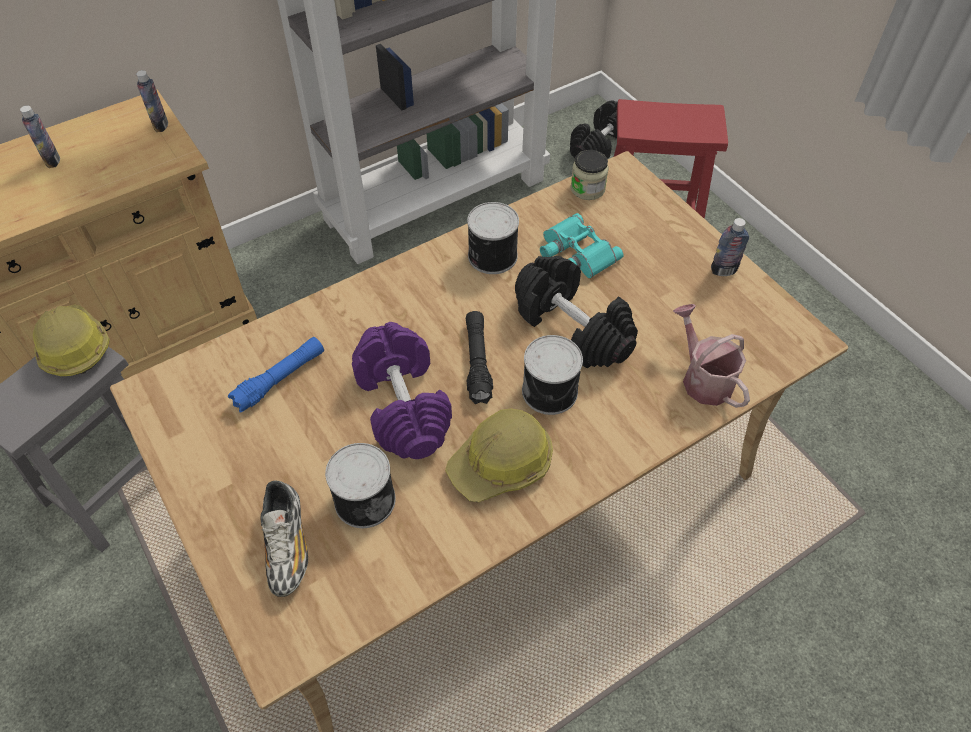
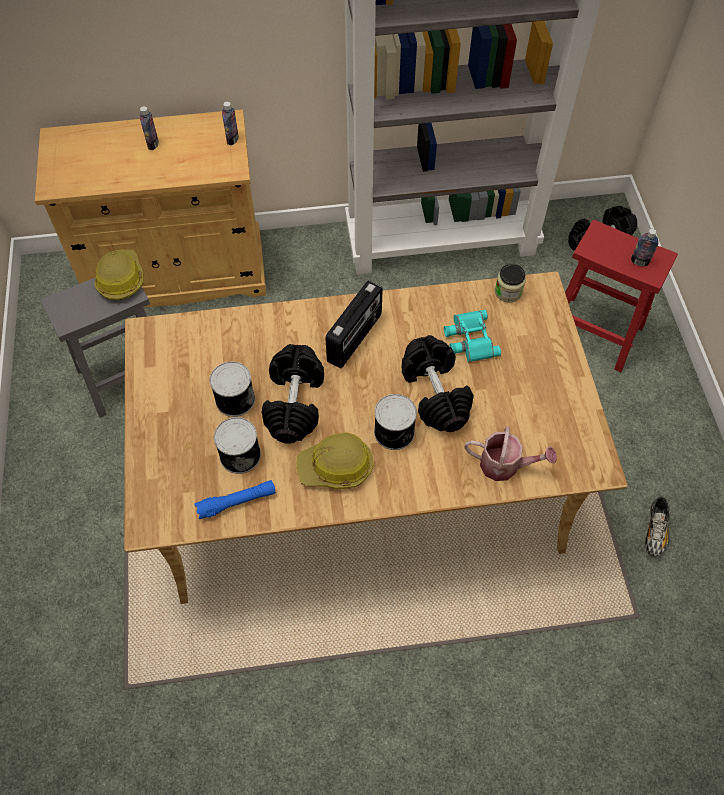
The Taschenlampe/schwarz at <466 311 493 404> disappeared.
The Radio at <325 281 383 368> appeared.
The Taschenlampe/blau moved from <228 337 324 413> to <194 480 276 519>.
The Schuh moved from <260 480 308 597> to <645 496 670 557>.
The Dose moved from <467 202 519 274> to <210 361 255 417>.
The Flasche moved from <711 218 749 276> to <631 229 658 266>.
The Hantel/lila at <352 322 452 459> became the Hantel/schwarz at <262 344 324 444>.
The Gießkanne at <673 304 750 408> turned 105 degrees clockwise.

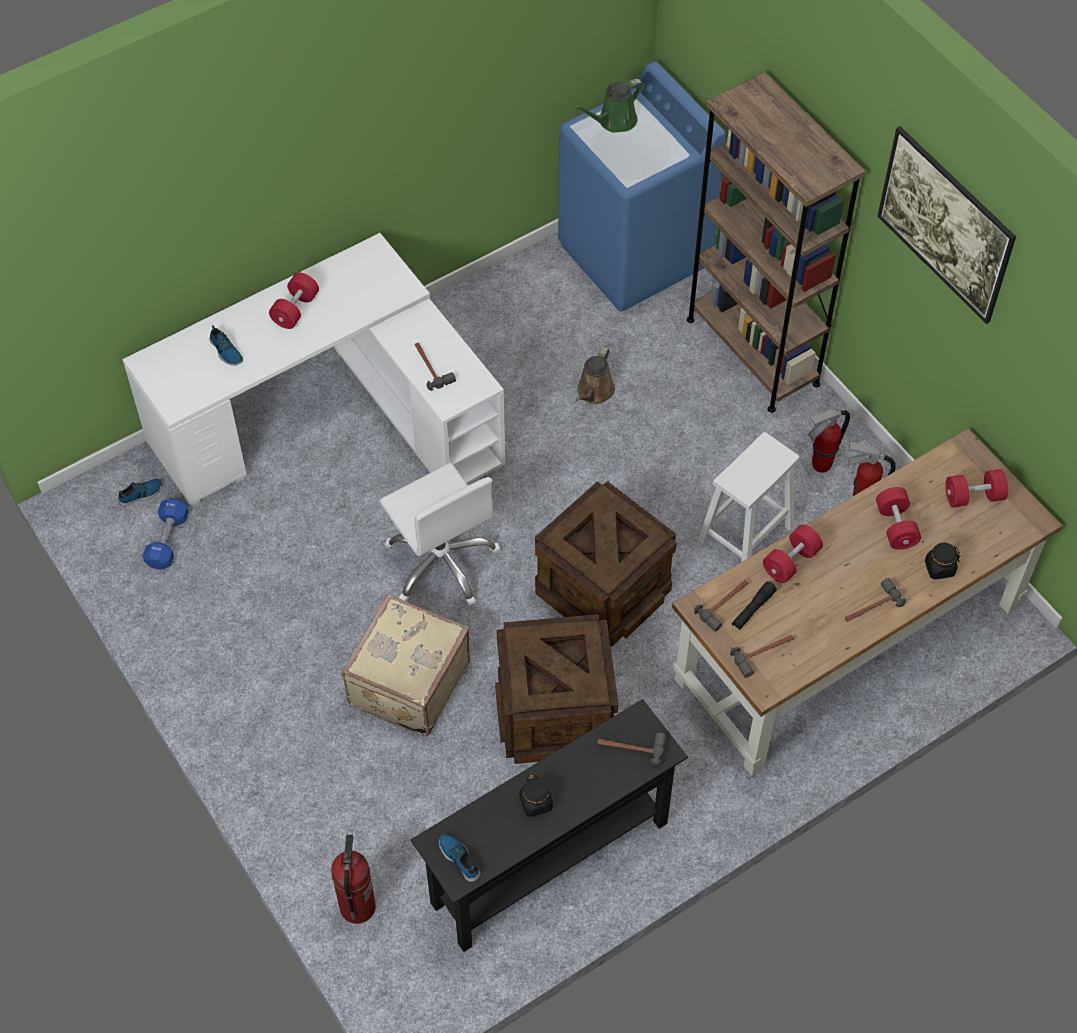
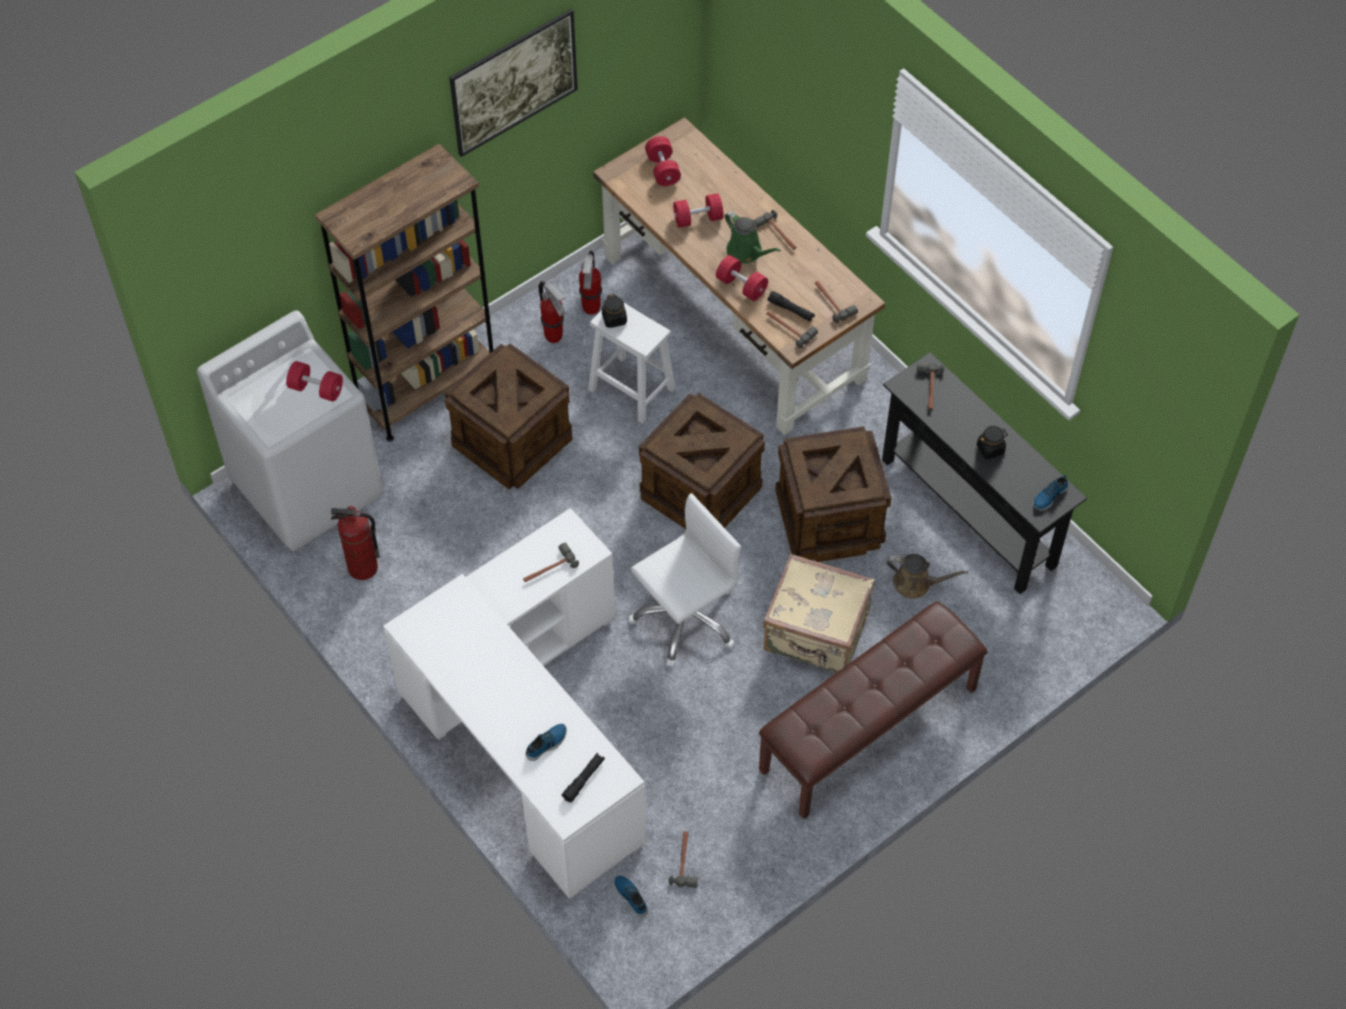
The Kiste at <445 344 572 489> appeared.
The Taschenlampe/schwarz at <562 753 605 803> appeared.
The Bank/braun at <759 601 988 819> appeared.
The Hantel/rot moved from <269 273 319 329> to <286 361 343 402>.
The Feuerlöscher moved from <331 834 376 924> to <331 506 380 580>.
The Gießkanne/grün moved from <574 79 644 133> to <724 211 781 264>.
The Gießkanne/braun moved from <576 347 615 404> to <886 554 968 599>.
The Vorratsglas/schwarz moved from <925 542 960 579> to <602 294 627 328>.
The Hantel/blau at <143 498 189 570> was replaced by the Hammer at <669 832 698 887>.
The Waschmaschine/blau at <558 62 725 312> became the Waschmaschine/weiß at <197 311 383 551>.

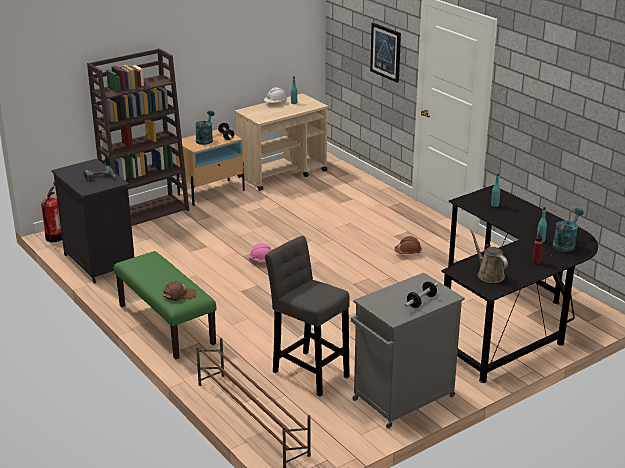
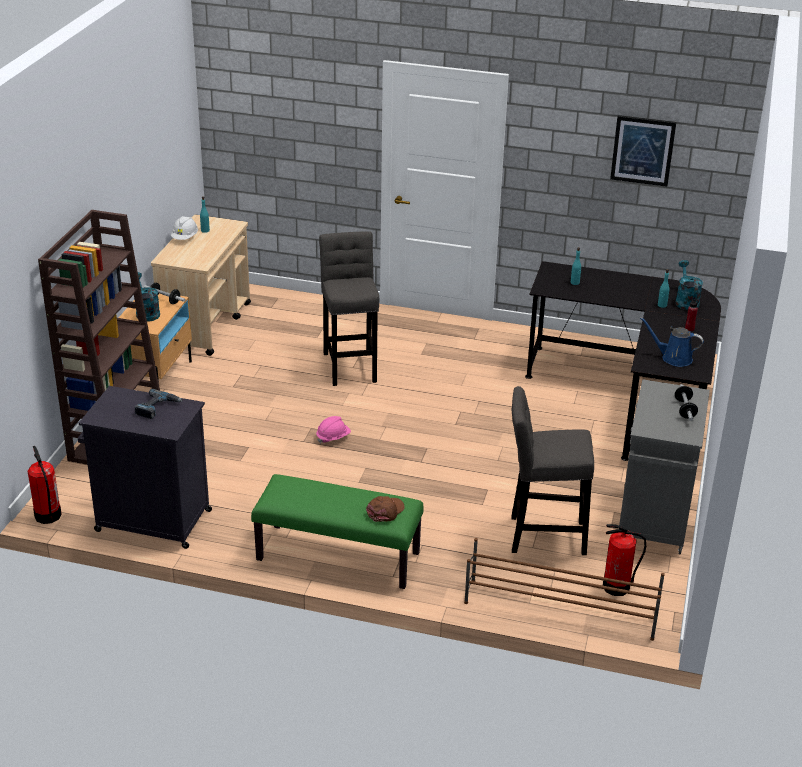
The Schutzhelm/braun at <394 236 422 254> disappeared.
The Hocker/grau at <319 232 379 386> appeared.
The Feuerlöscher at <603 524 646 596> appeared.
The Bild moved from <370 23 401 83> to <610 115 676 187>.
The Gießkanne/braun at <470 229 508 283> became the Gießkanne/blau at <640 317 704 367>.

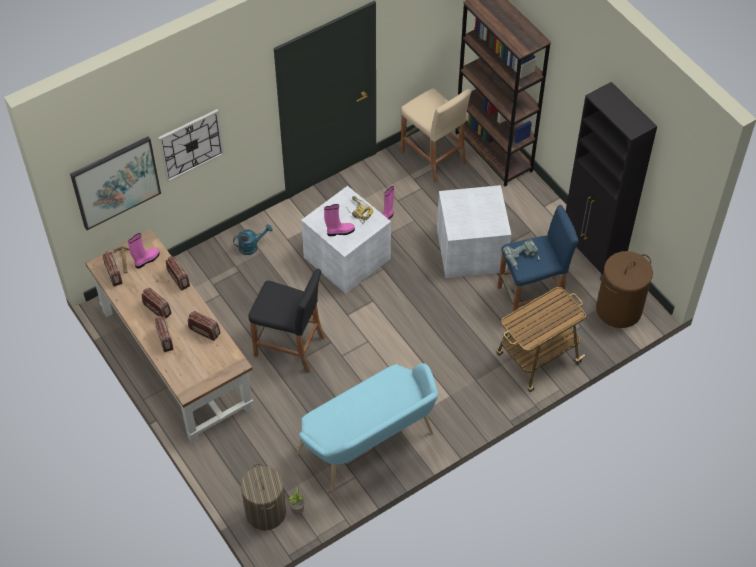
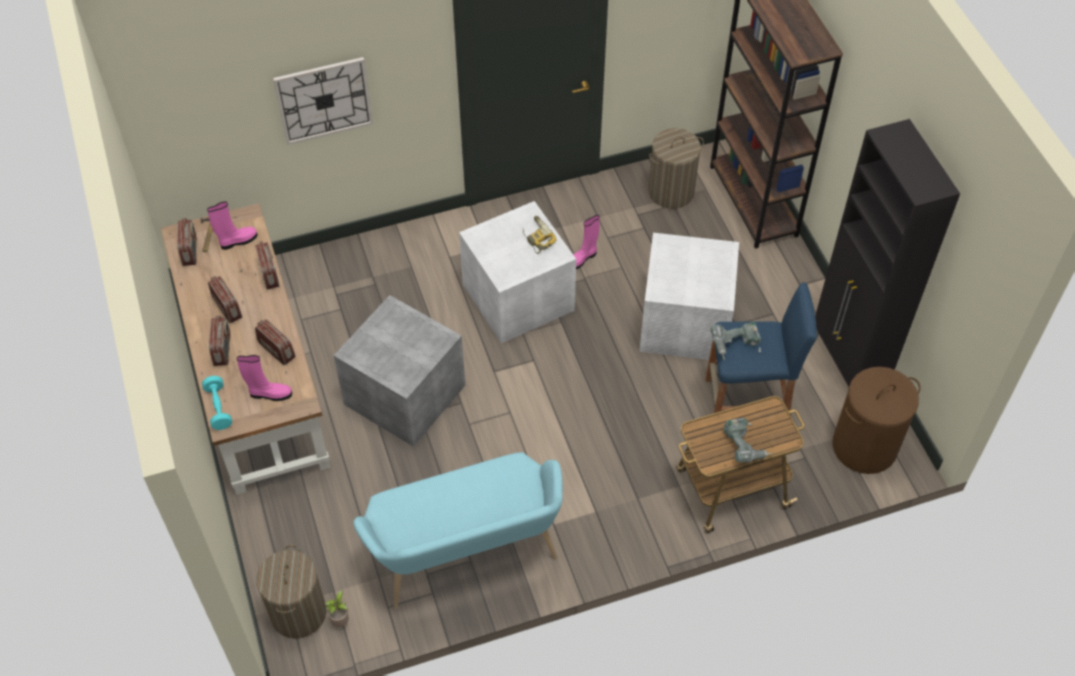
The Bild at <70 137 161 230> disappeared.
The Gießkanne/türkis at <233 224 272 255> disappeared.
The Hantel/türkis at <202 376 232 430> appeared.
The Bohrmaschine at <723 418 773 463> appeared.
The Stiefel/rosa moved from <324 204 355 236> to <237 355 292 401>.
The Hocker/schwarz at <248 269 325 372> was replaced by the Aufbewahrungsbox/grau at <334 295 465 447>.
The Hocker/beige at <401 88 472 183> was replaced by the Wäschekorb at <648 128 704 209>.

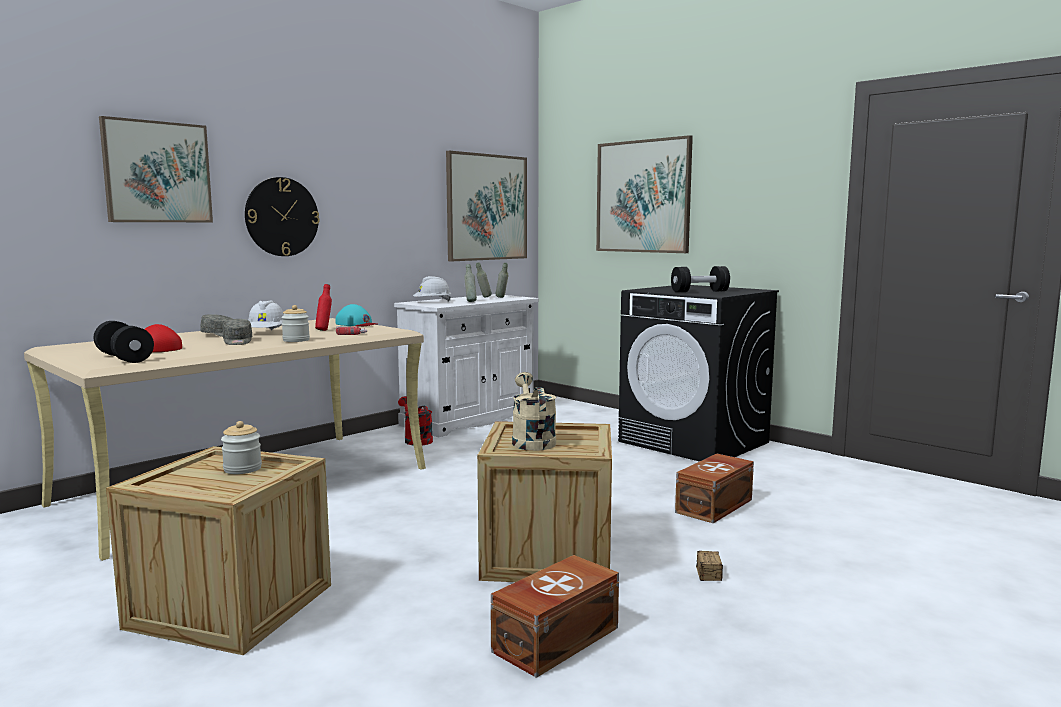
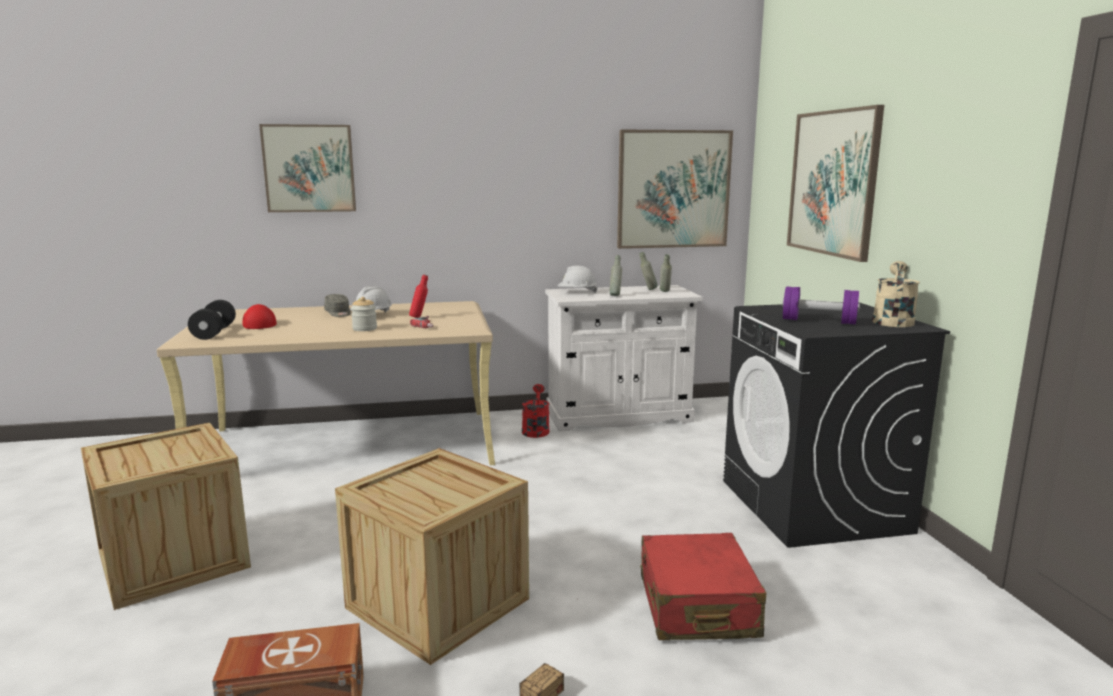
The Vorratsglas at <221 421 262 474> disappeared.
The Kappe/grau at <223 319 252 345> disappeared.
The Wanduhr at <245 177 320 256> disappeared.
The Kappe/türkis at <336 304 377 326> disappeared.
The Gießkanne/beige moved from <512 372 557 451> to <872 261 920 327>.
The Aufbewahrungsbox/braun at <675 454 754 523> was replaced by the Koffer/rot at <640 533 766 640>.
The Hantel/schwarz at <671 266 730 292> became the Hantel/lila at <782 287 860 324>.

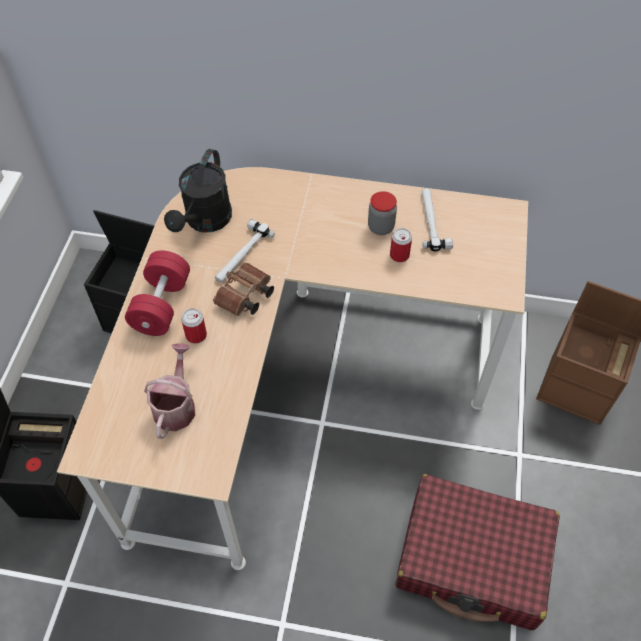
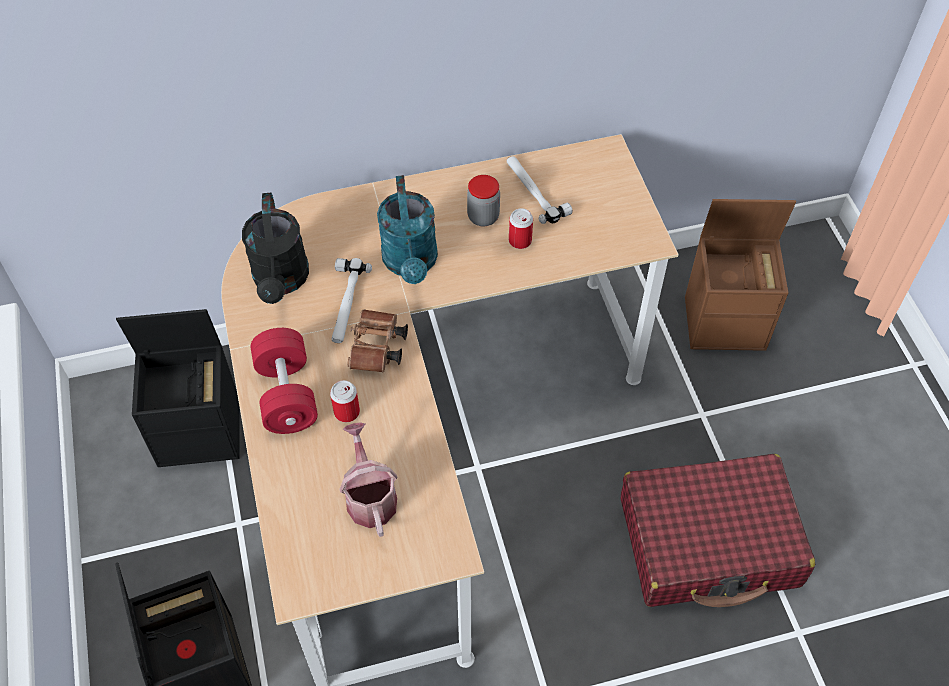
The Gießkanne/türkis at <377 175 438 284> appeared.

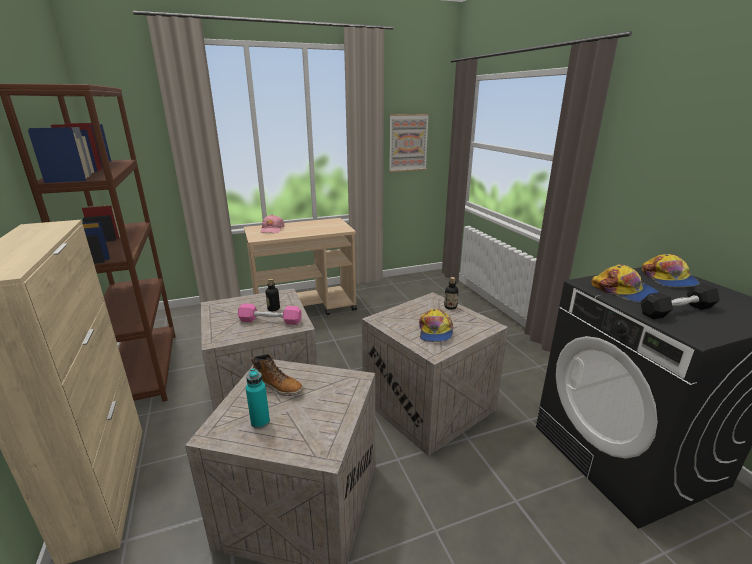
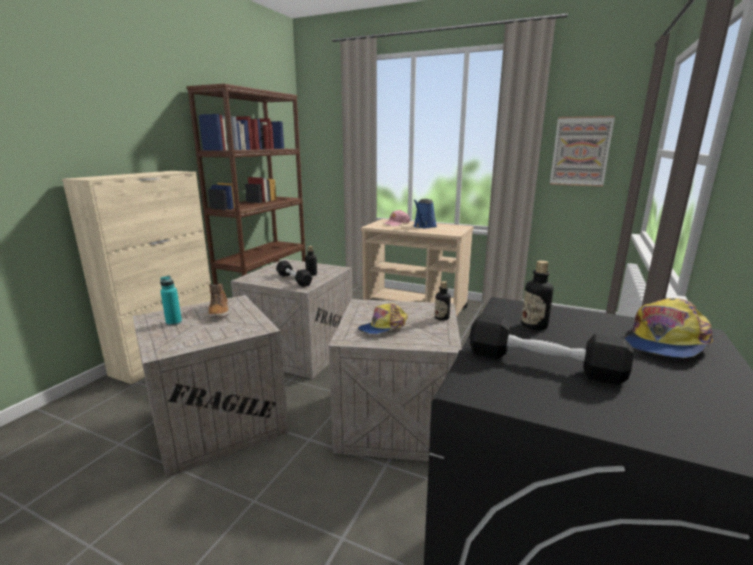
The Gießkanne/blau at <413 199 437 228> appeared.
The Kappe at <592 264 658 302> was replaced by the Flasche at <521 260 553 330>.
The Hantel/rosa at <238 303 302 325> became the Hantel/schwarz at <276 261 313 287>.

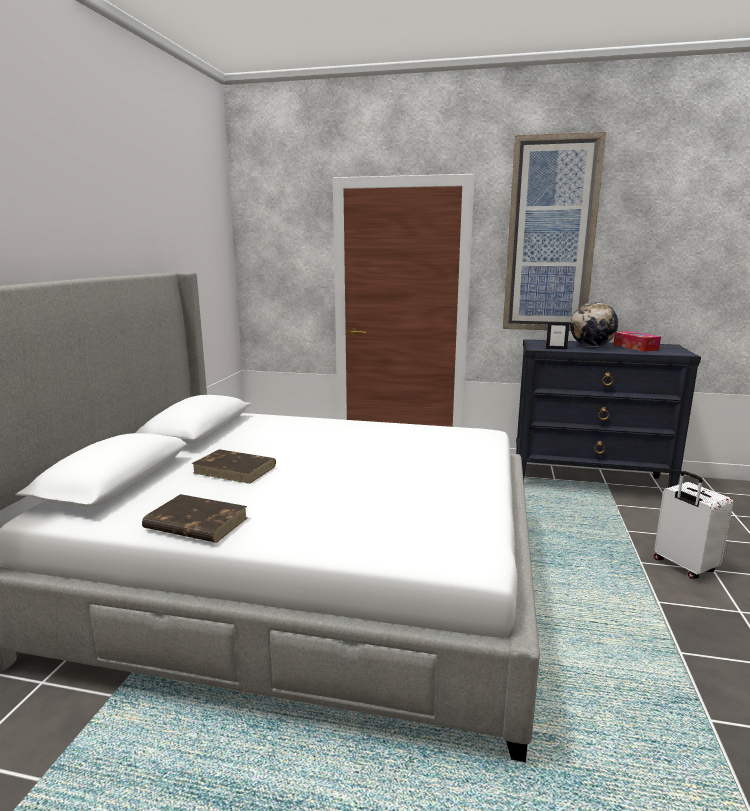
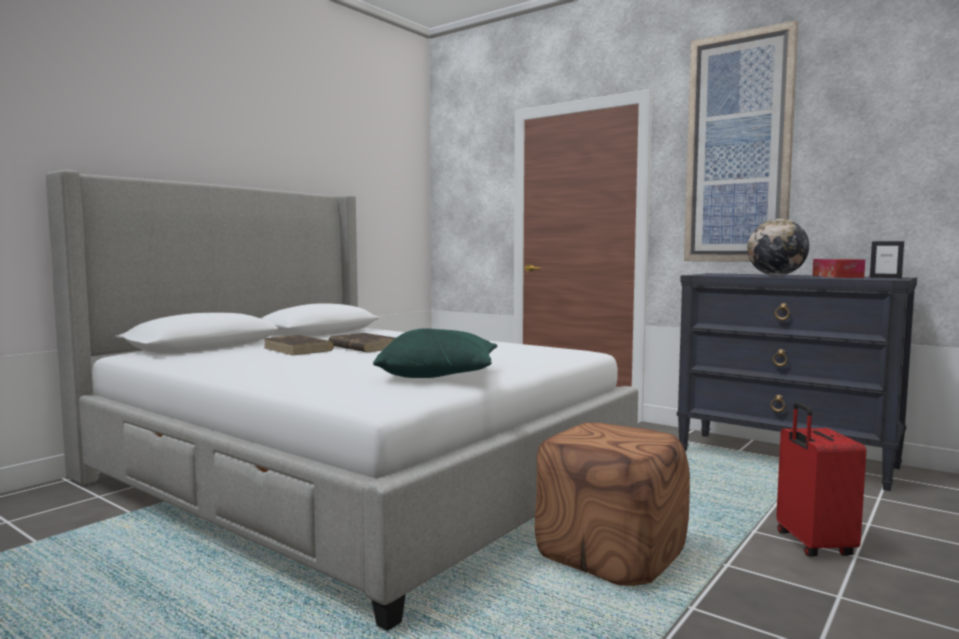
The Kissen/grün at <373 328 497 378> appeared.
The Polsterhocker/braun at <535 423 690 586> appeared.
The Buch/braun moved from <142 494 248 543> to <328 333 395 352>.
The Bilderrahmen moved from <546 322 570 350> to <870 241 904 278>.
The Koffer/weiß at <654 471 733 579> became the Koffer/rot at <776 402 866 557>.

